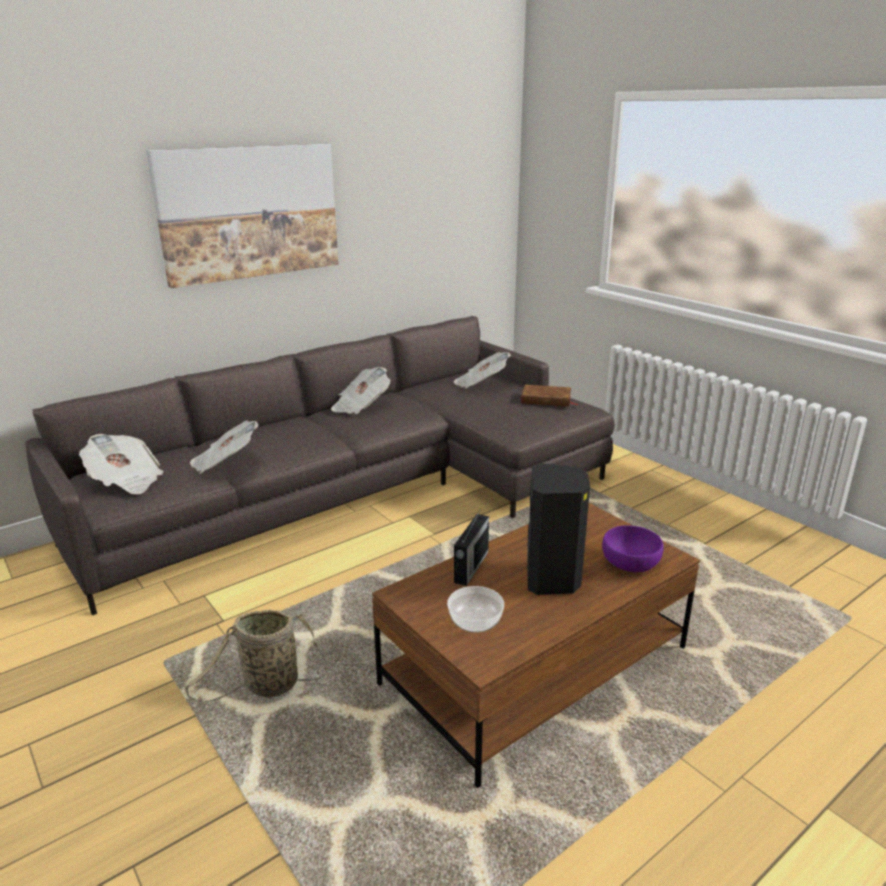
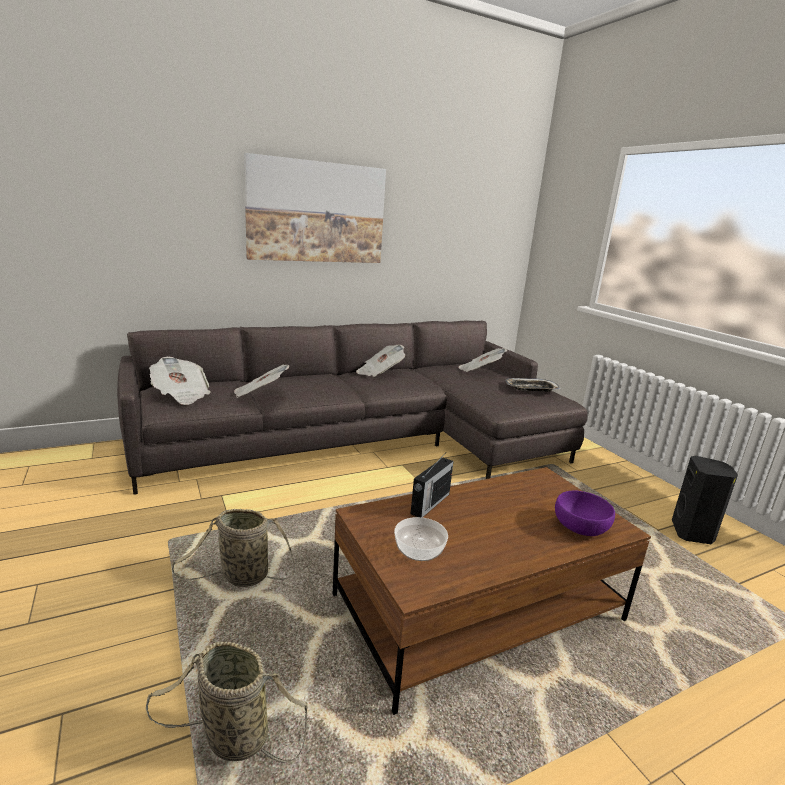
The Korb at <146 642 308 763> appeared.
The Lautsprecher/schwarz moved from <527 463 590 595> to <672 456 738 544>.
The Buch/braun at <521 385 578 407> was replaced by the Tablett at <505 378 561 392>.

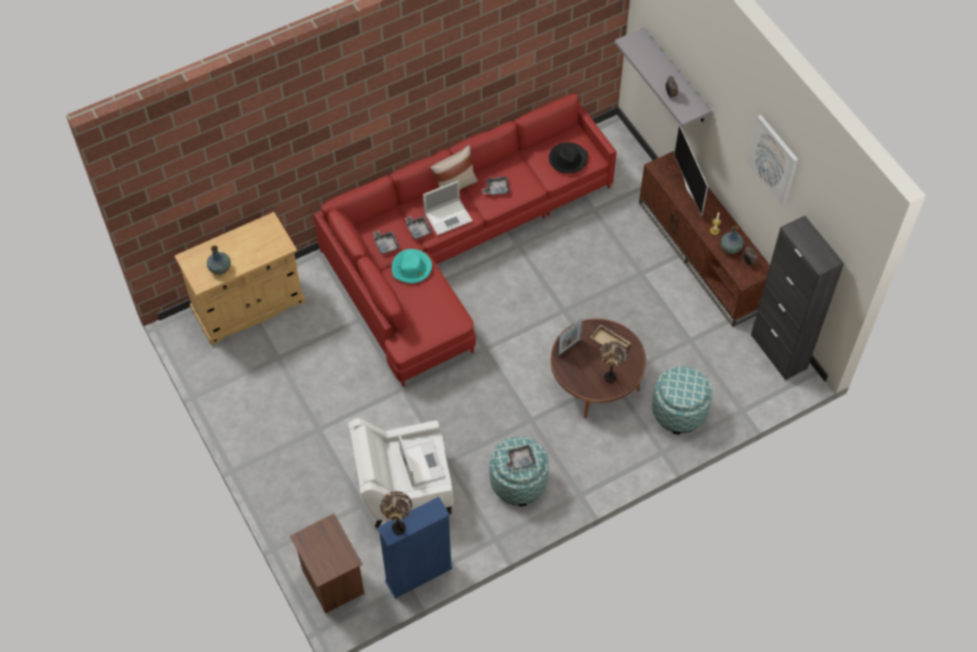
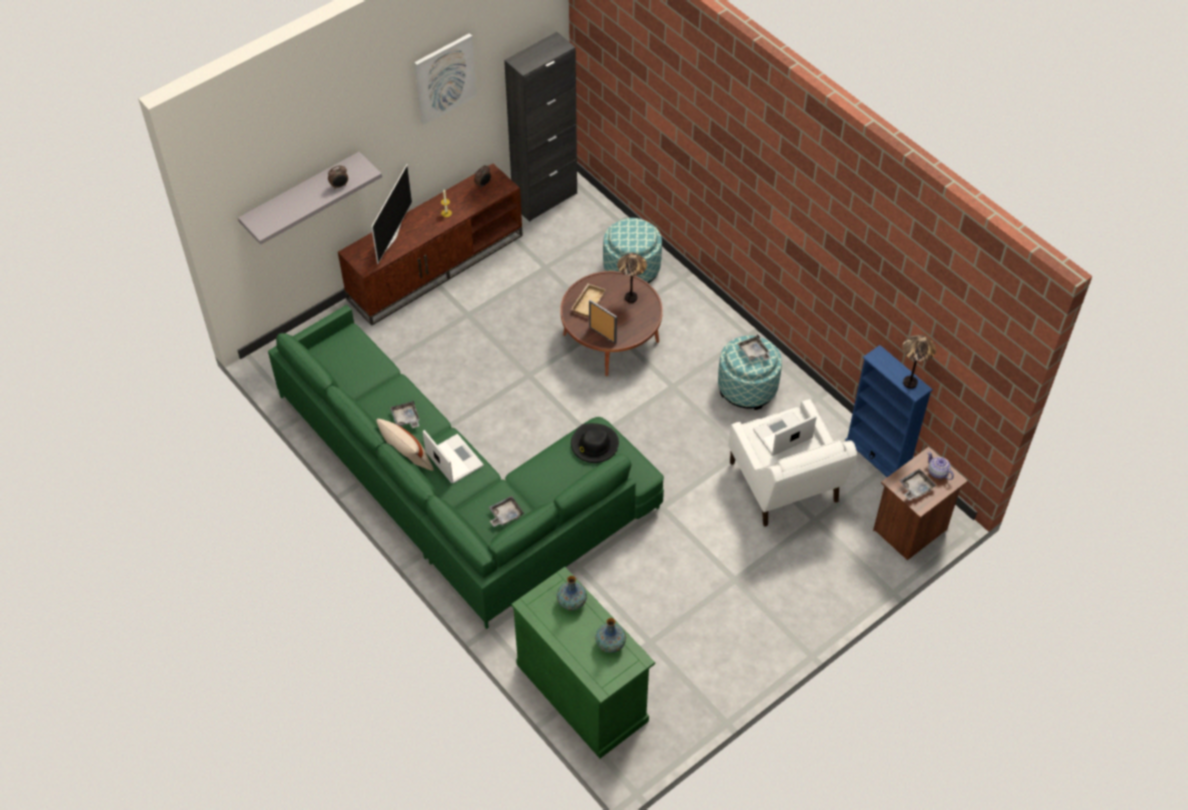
The Hut/türkis at <392 249 432 283> disappeared.
The Teekanne at <927 452 954 480> appeared.
The Tablett/grau moved from <405 216 432 240> to <900 468 936 500>.
The Hut/schwarz moved from <549 142 588 174> to <571 423 619 463>.
The Vase moved from <720 225 744 254> to <557 576 587 611>.
The Schrank/beige at <175 212 305 345> became the Schrank/grün at <511 567 655 758>.
The Sofa/rot at <314 93 617 387> became the Sofa/grün at <268 305 664 629>.
The Fernseher at <674 124 708 216> turned 45 degrees counterclockwise.

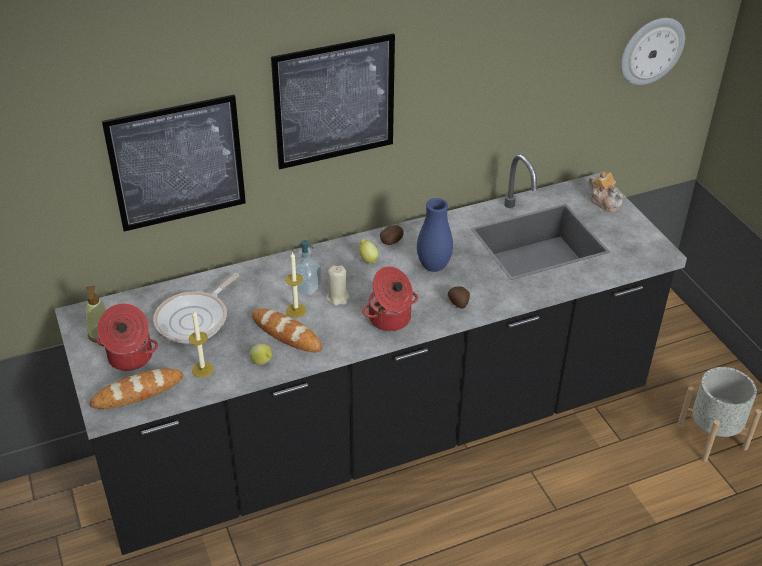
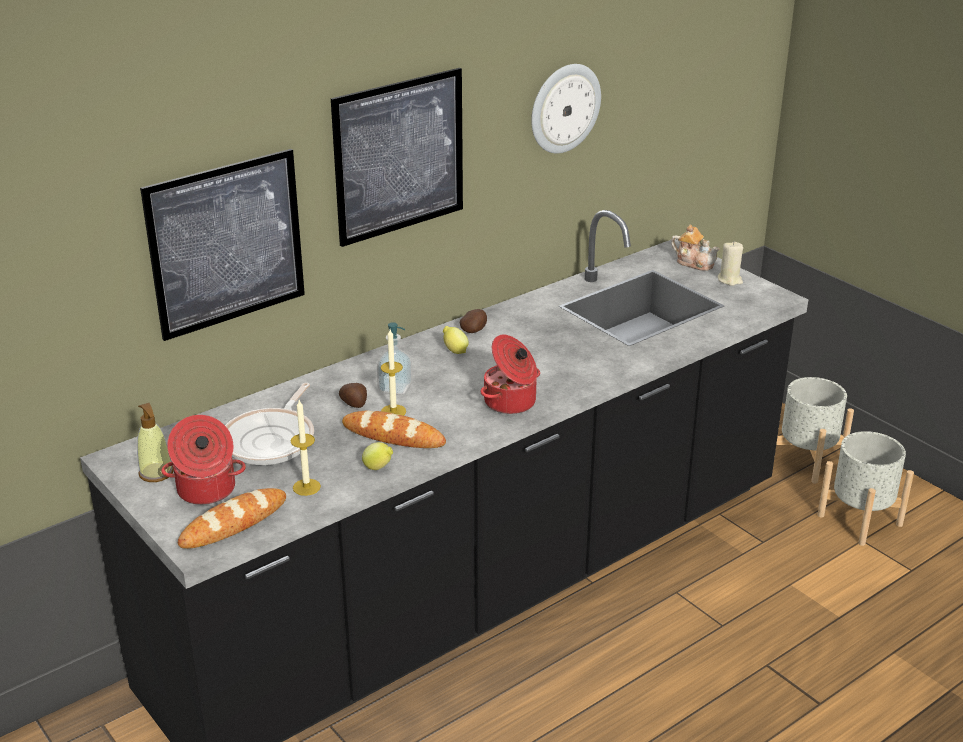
The Vase/blau at <417 198 453 272> disappeared.
The Pflanzkübel/grau at <774 377 854 484> appeared.
The Kerze/beige moved from <326 265 349 305> to <718 241 743 286>.
The Kartoffel moved from <448 286 470 309> to <339 383 367 408>.
The Wanduhr moved from <621 18 685 85> to <531 64 601 153>.

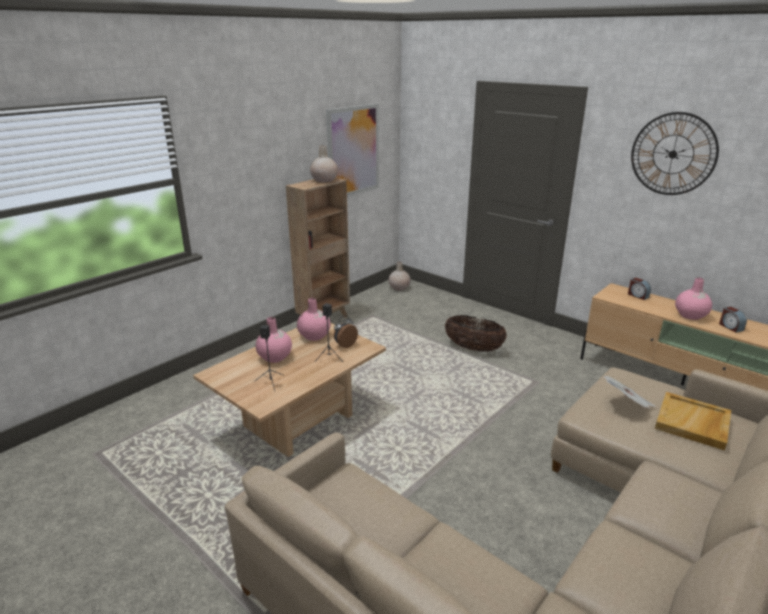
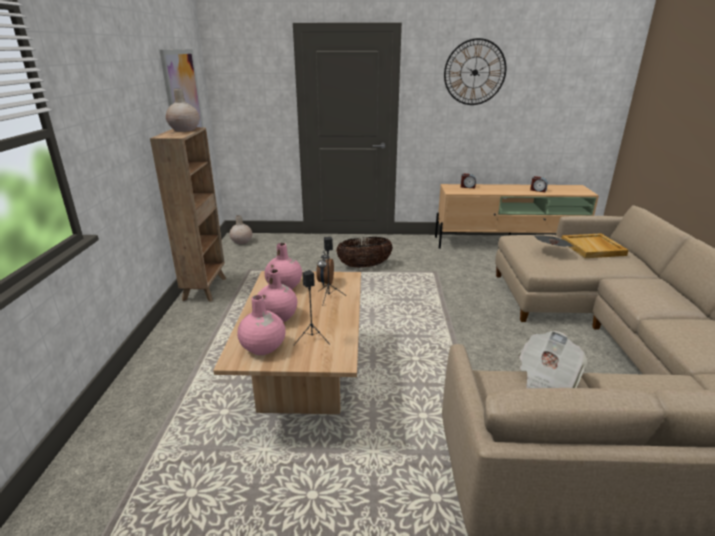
The Zeitung at <519 331 587 388> appeared.
The Vase/rosa moved from <675 277 712 320> to <237 295 286 355>.

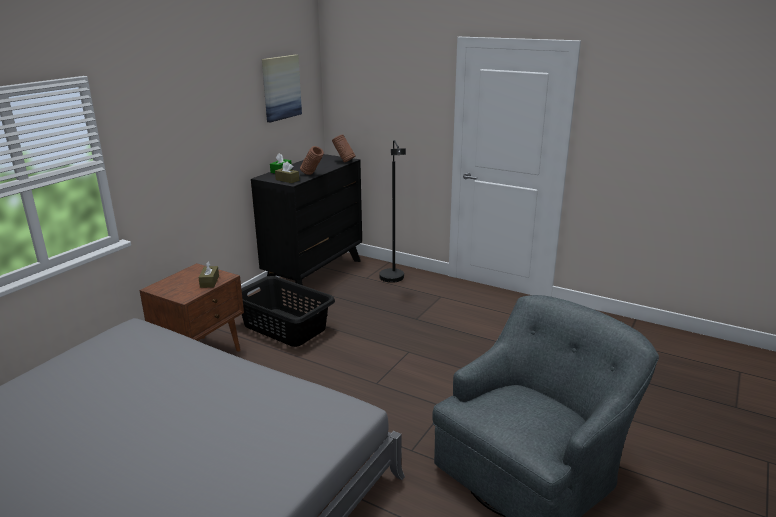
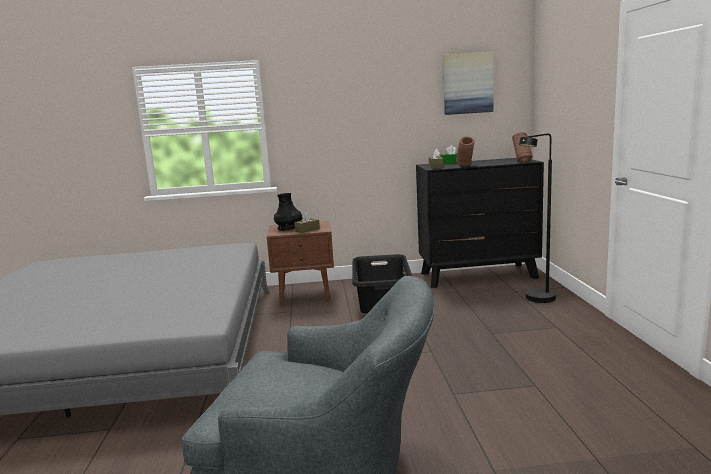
The Vase/schwarz at <274 193 302 231> appeared.

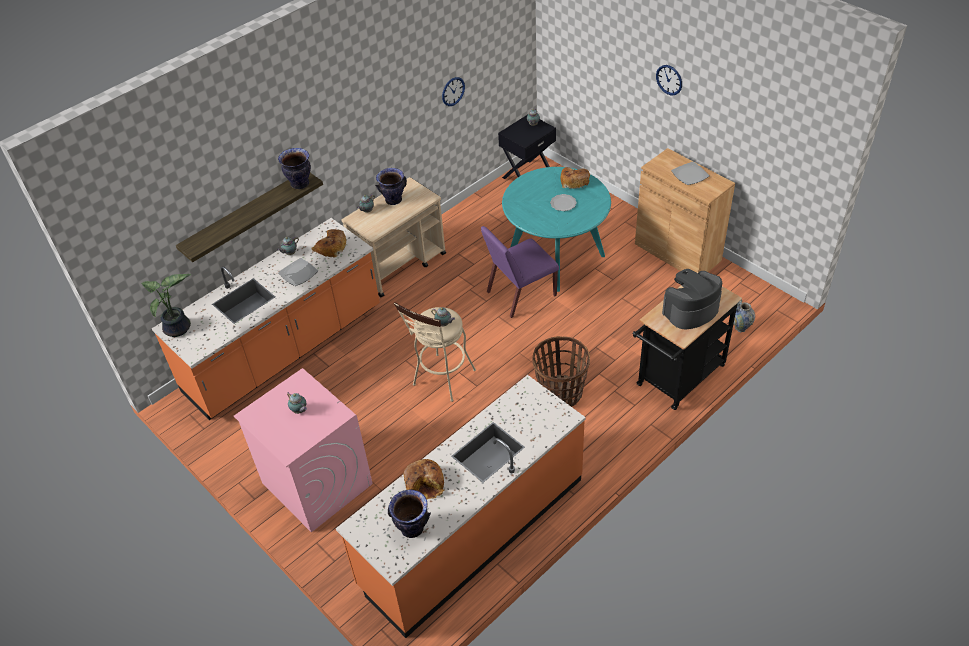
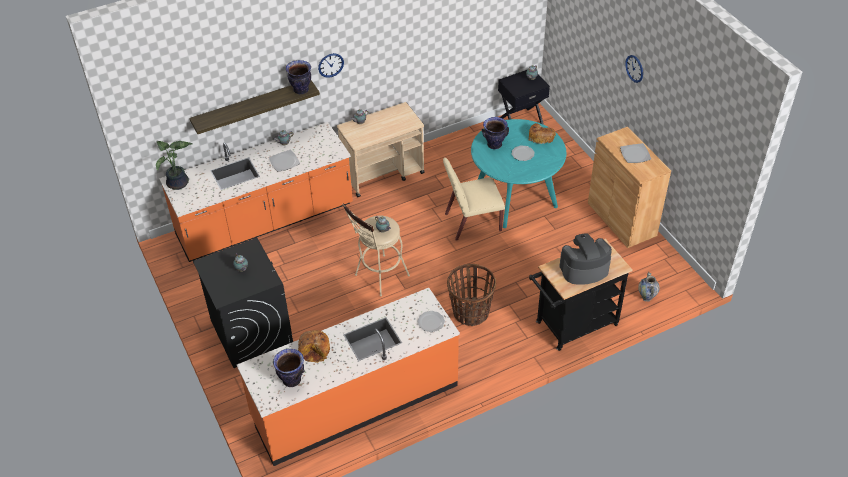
The Brot at <312 229 346 257> disappeared.
The Teller at <418 311 445 332> appeared.
The Vase moved from <375 168 407 205> to <481 117 509 149>.
The Wanduhr moved from <442 77 465 106> to <318 53 344 78>.
The Waschmaschine/rosa at <234 368 373 532> became the Waschmaschine/schwarz at <193 238 293 368>.
The Stuhl/lila at <481 226 559 318> became the Stuhl/beige at <443 158 505 241>.

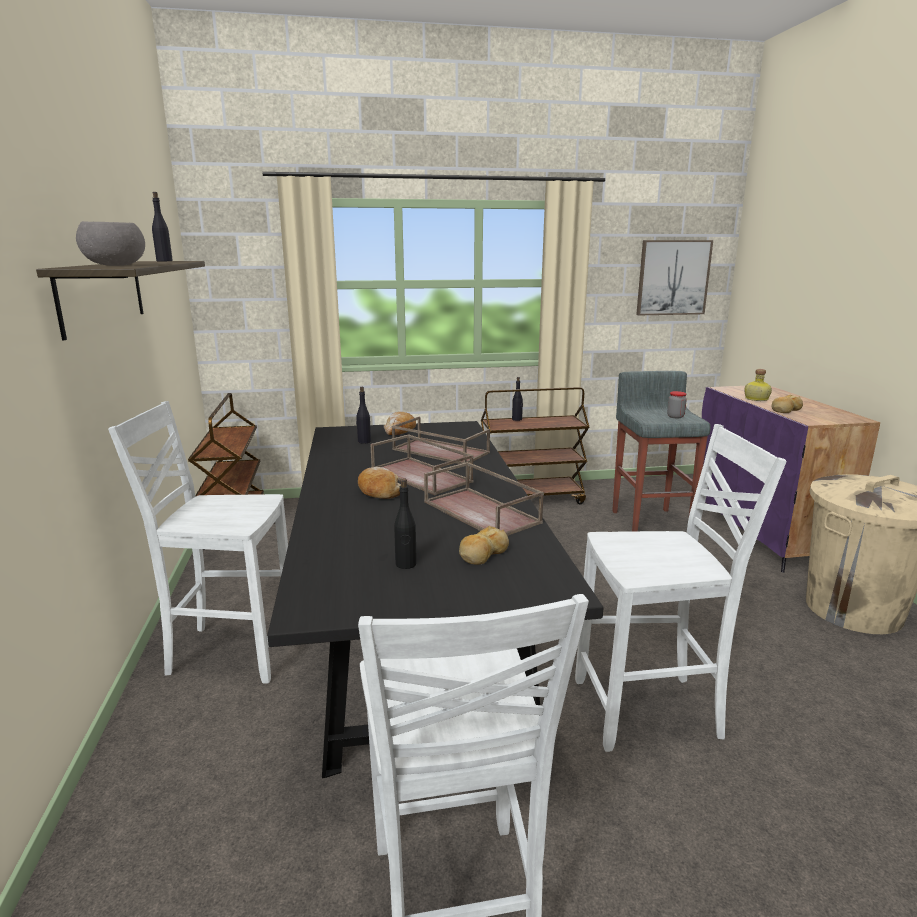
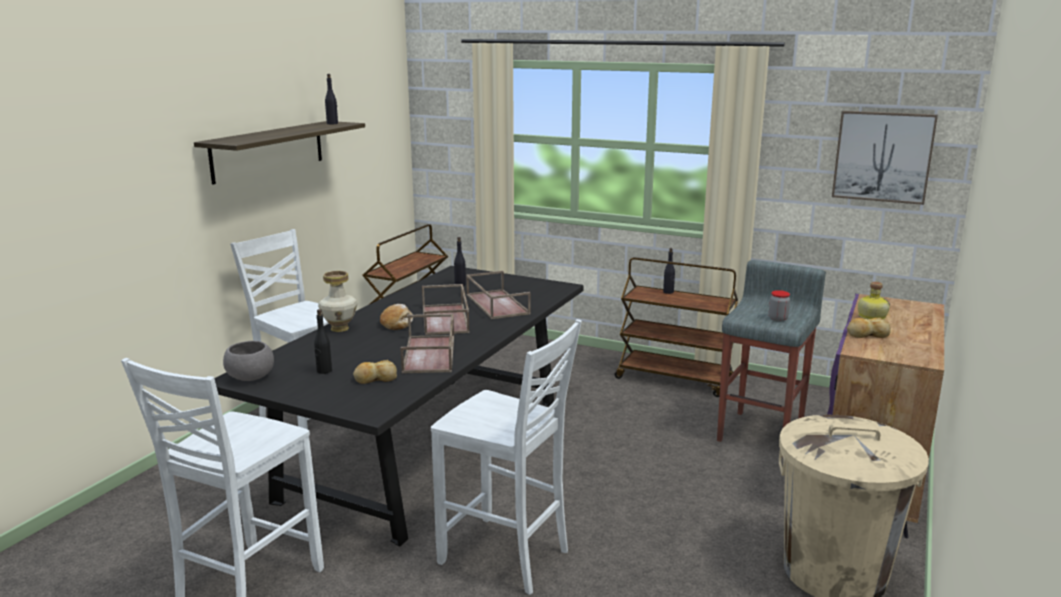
The Brot at <384 412 416 435> disappeared.
The Vase at <318 271 358 332> appeared.
The Schüssel/grau moved from <76 221 145 266> to <223 341 274 381>.

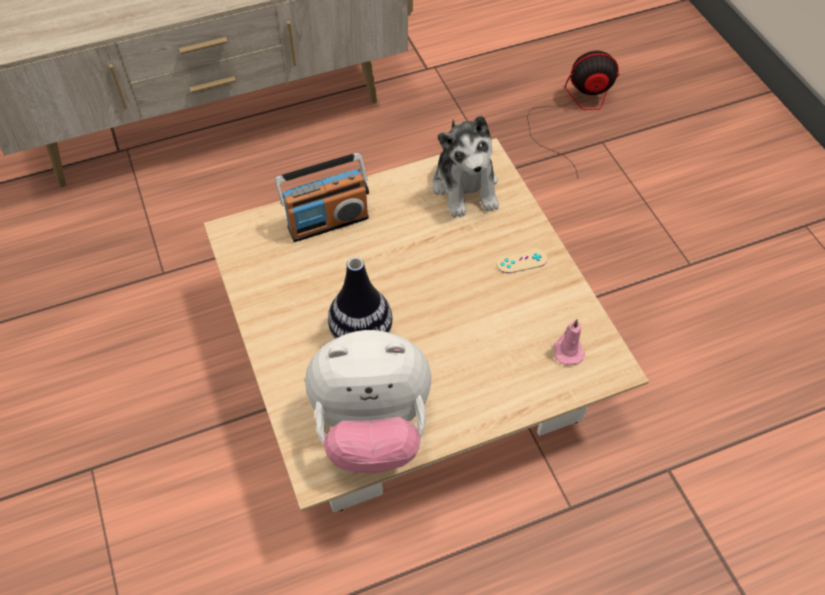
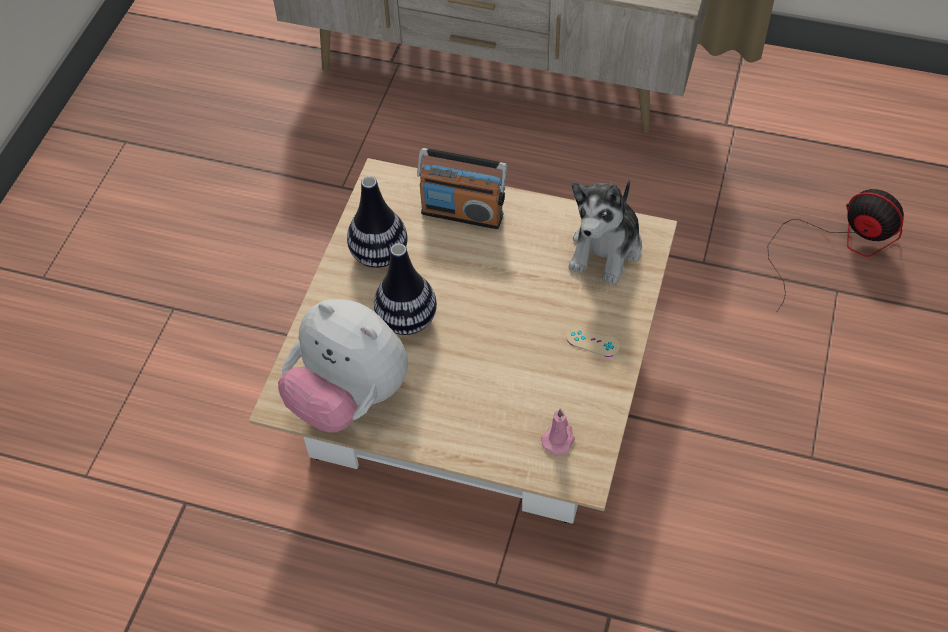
The Vase at <347 176 407 268> appeared.

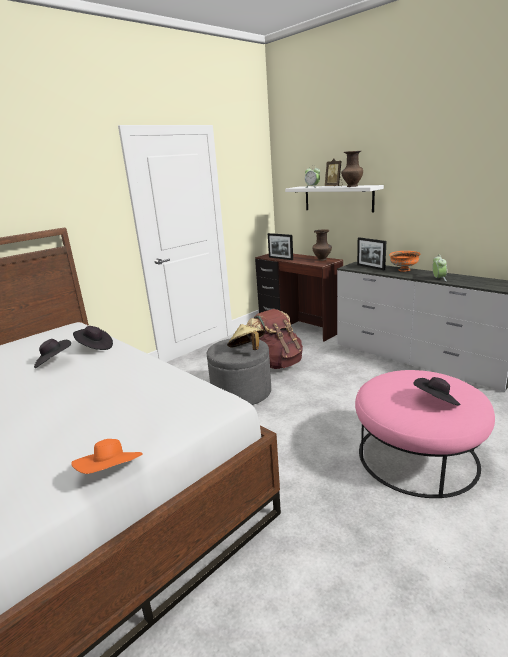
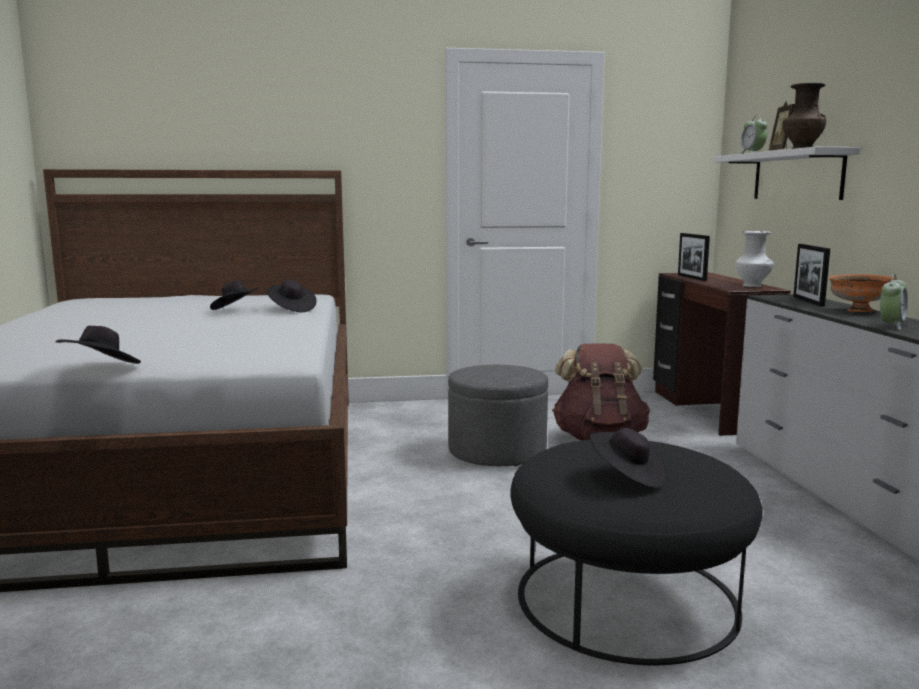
The Hut/beige at <227 324 265 350> disappeared.
The Hut/orange at <71 439 143 474> became the Hut/schwarz at <56 326 141 364>.
The Vase/braun at <313 229 332 261> became the Vase/weiß at <736 231 774 287>.
The Polsterhocker/rosa at <355 370 495 498> became the Polsterhocker/schwarz at <511 440 763 665>.

